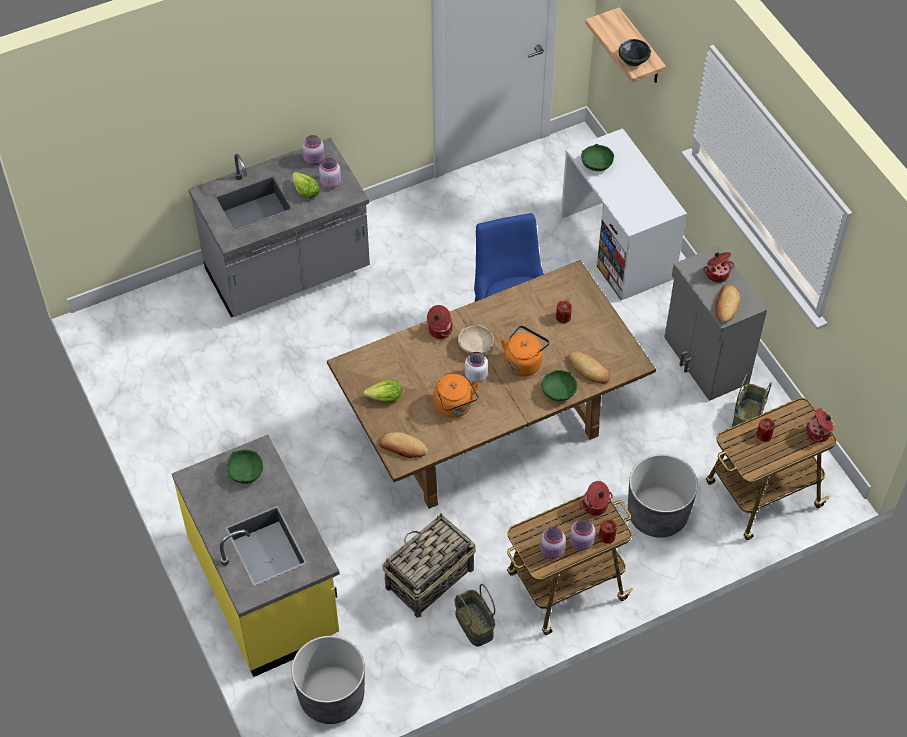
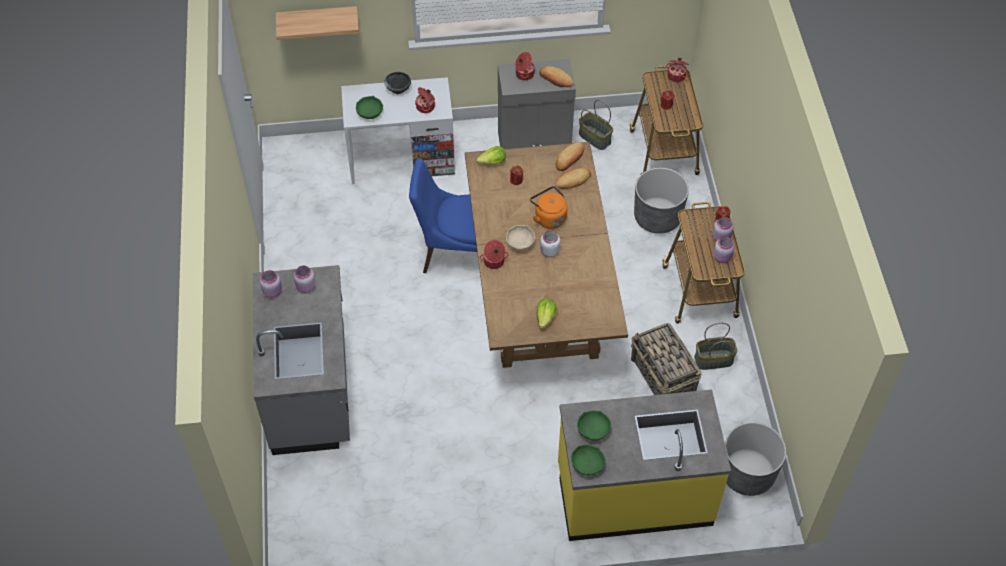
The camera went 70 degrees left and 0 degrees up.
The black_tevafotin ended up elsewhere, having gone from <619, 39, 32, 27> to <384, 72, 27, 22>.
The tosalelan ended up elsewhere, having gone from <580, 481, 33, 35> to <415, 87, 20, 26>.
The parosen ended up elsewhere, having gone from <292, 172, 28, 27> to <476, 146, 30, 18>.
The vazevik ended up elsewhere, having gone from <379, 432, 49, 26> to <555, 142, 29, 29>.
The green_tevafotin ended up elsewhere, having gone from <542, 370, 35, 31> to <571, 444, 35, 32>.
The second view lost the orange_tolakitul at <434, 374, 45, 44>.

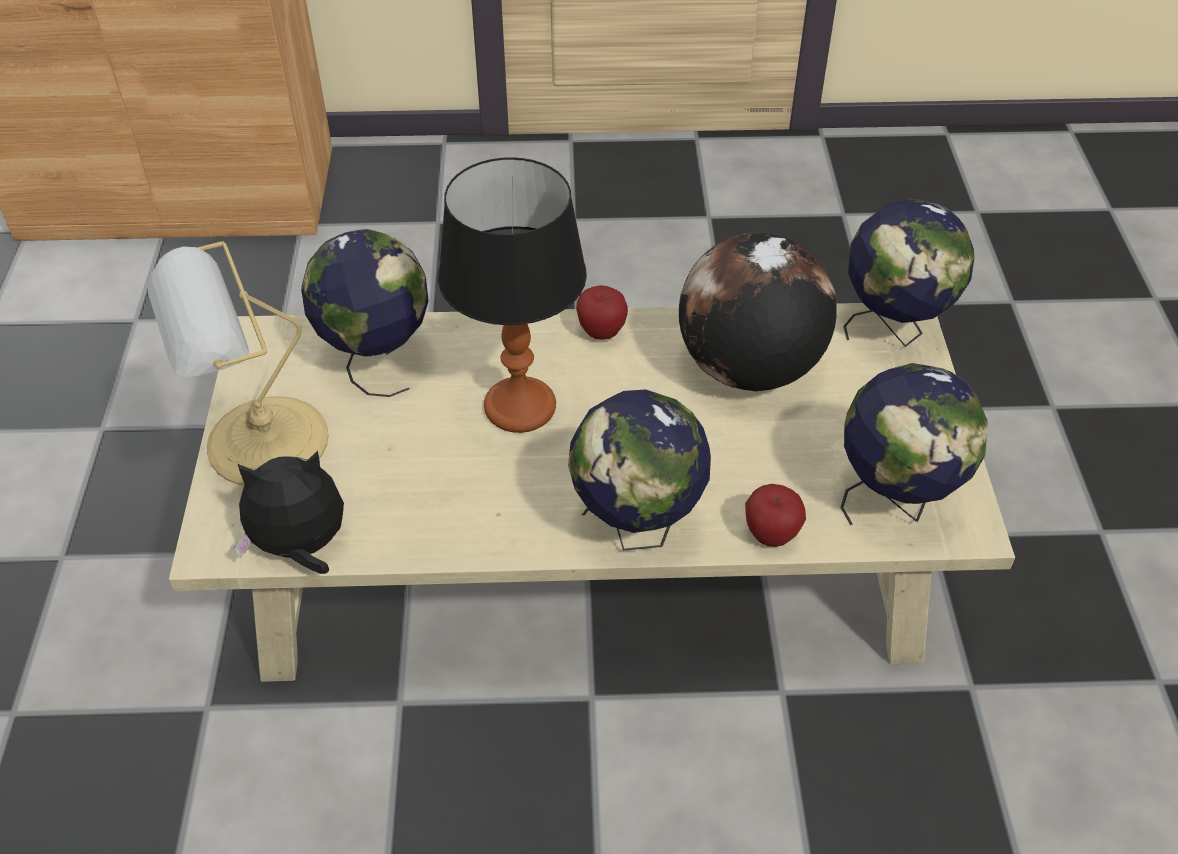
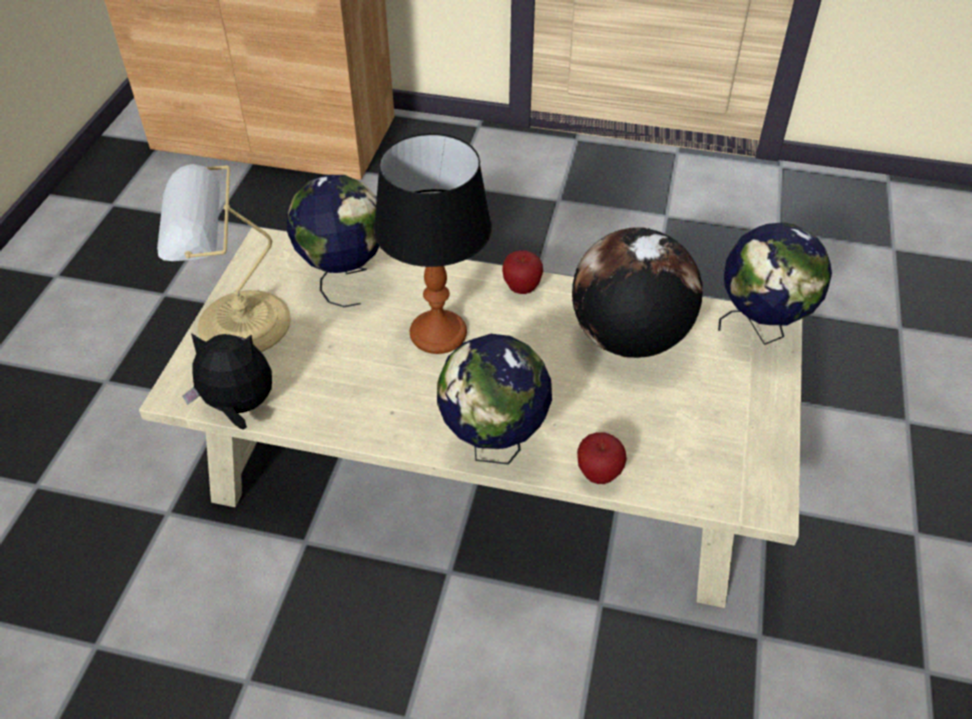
The camera went 15 degrees right and 0 degrees up.
The second view lost the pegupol at <840, 363, 148, 163>.

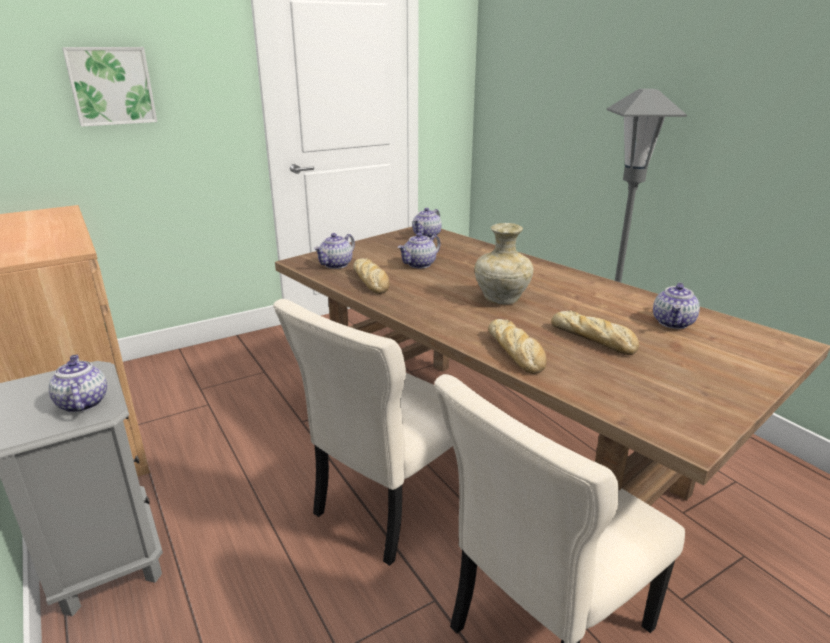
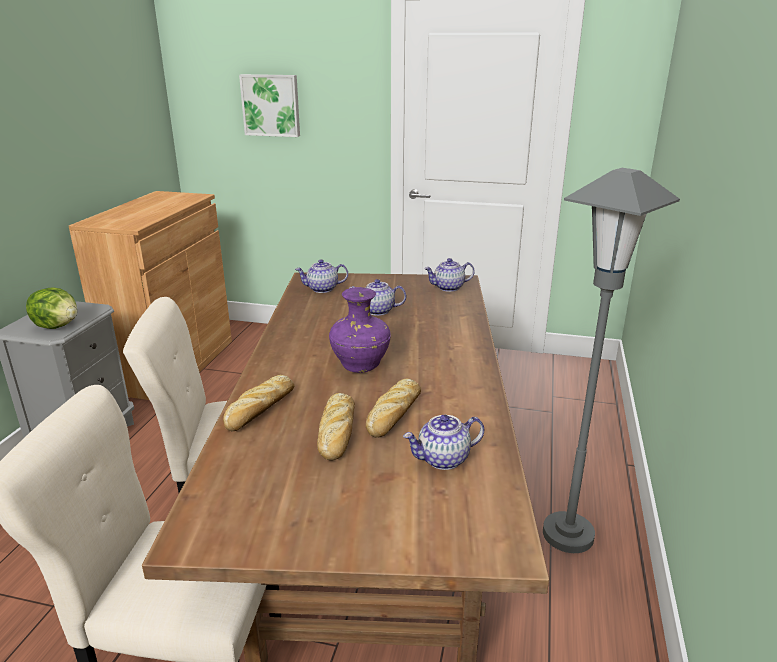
The camera went 45 degrees right and 0 degrees up.
Where the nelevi stood at <48, 355, 59, 58>, the parosen came to stand at <26, 288, 51, 41>.
What was the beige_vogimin at <475, 223, 58, 81> turned into the purple_vogimin at <329, 287, 62, 86>.
The vazevik ended up elsewhere, having gone from <353, 258, 37, 36> to <366, 379, 55, 59>.

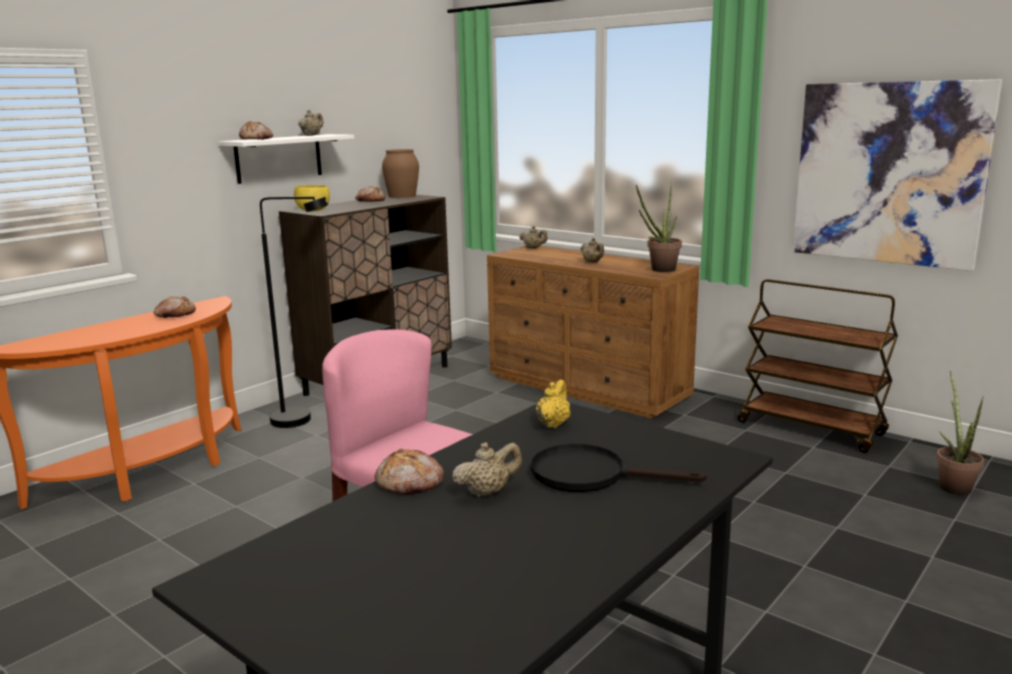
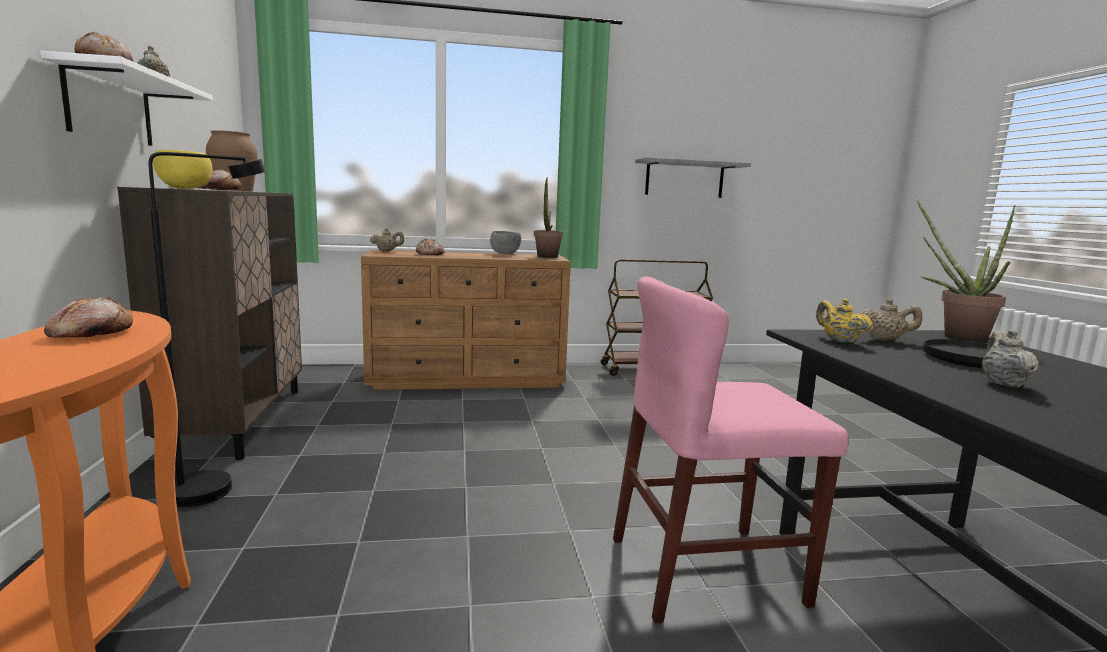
The camera went 50 degrees left and 5 degrees down.
The vazevik ended up elsewhere, having gone from <375, 449, 69, 46> to <416, 238, 29, 18>.
The second view gained the grey_tevafotin at <490, 231, 31, 24>.
Where the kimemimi hung at <793, 79, 209, 192>, the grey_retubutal came to hang at <635, 157, 116, 41>.
The beige_nelevi ended up elsewhere, having gone from <581, 238, 23, 25> to <859, 298, 63, 43>.
The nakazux ended up elsewhere, having gone from <936, 371, 48, 124> to <917, 200, 98, 142>.

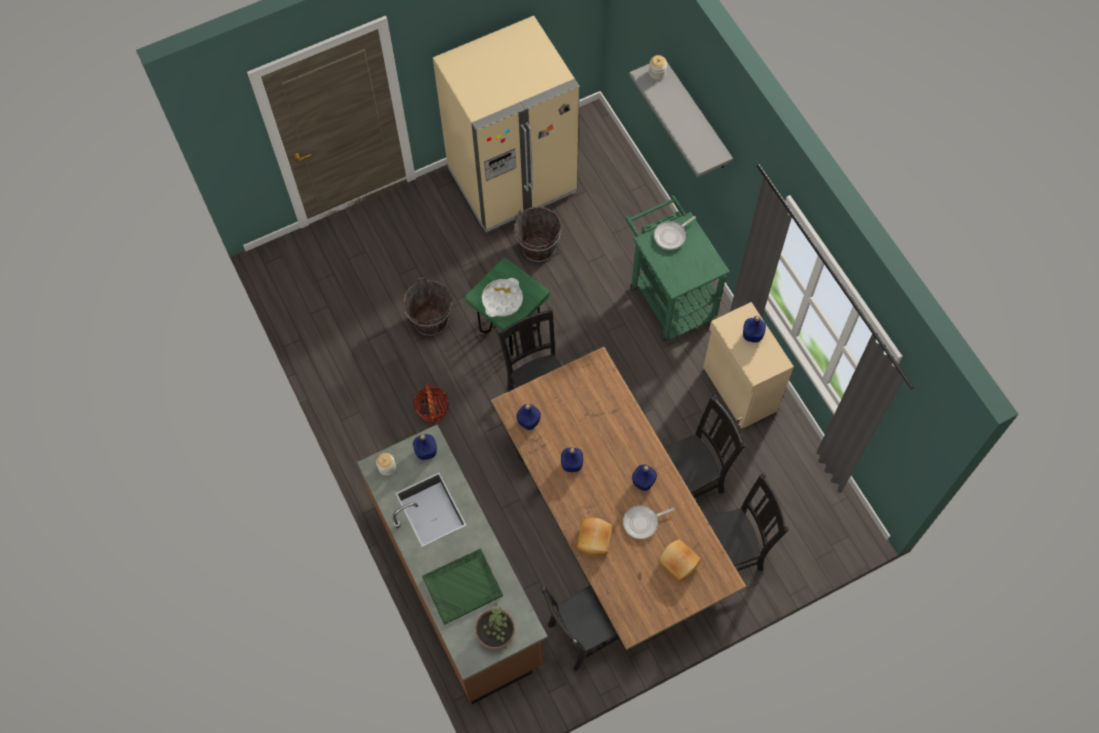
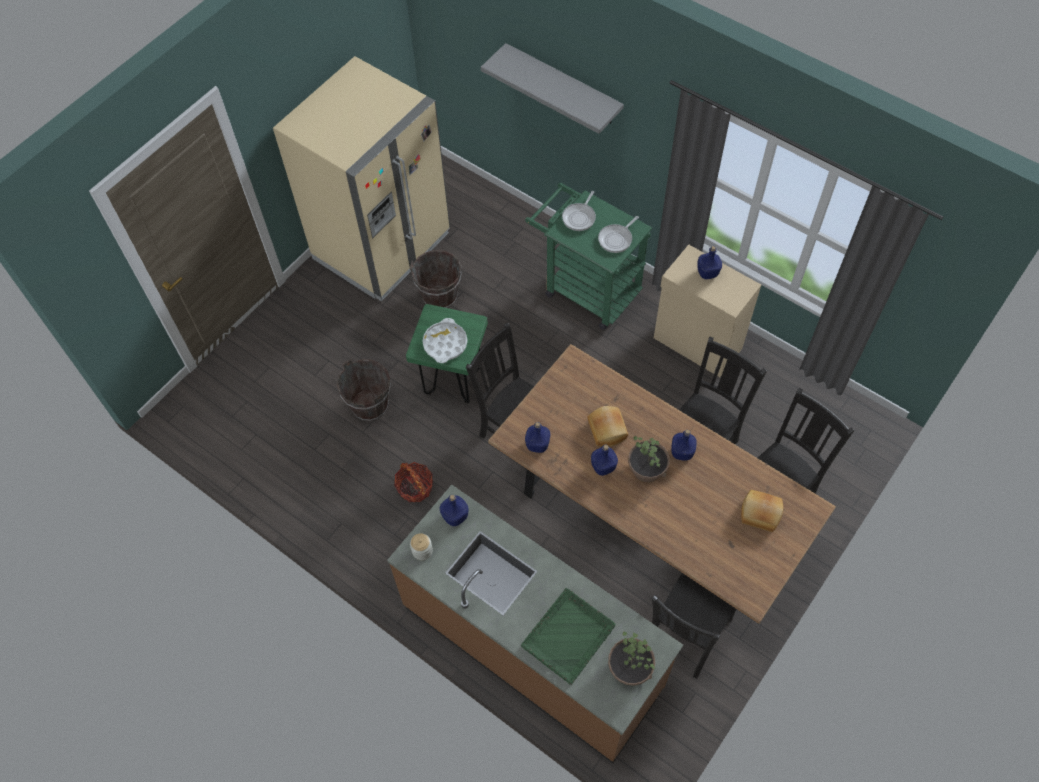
The camera went 25 degrees left and 5 degrees down.
The vazevik ended up elsewhere, having gone from <577, 518, 35, 38> to <587, 406, 41, 41>.
The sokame ended up elsewhere, having gone from <623, 505, 52, 34> to <598, 216, 41, 37>.
The second view gained the nakazux at <628, 436, 42, 46>.
The second view lost the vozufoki at <649, 55, 18, 25>.

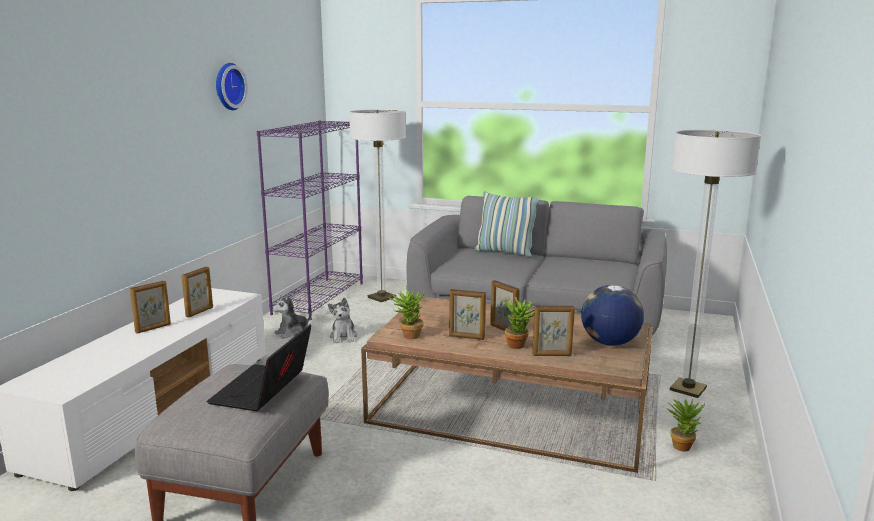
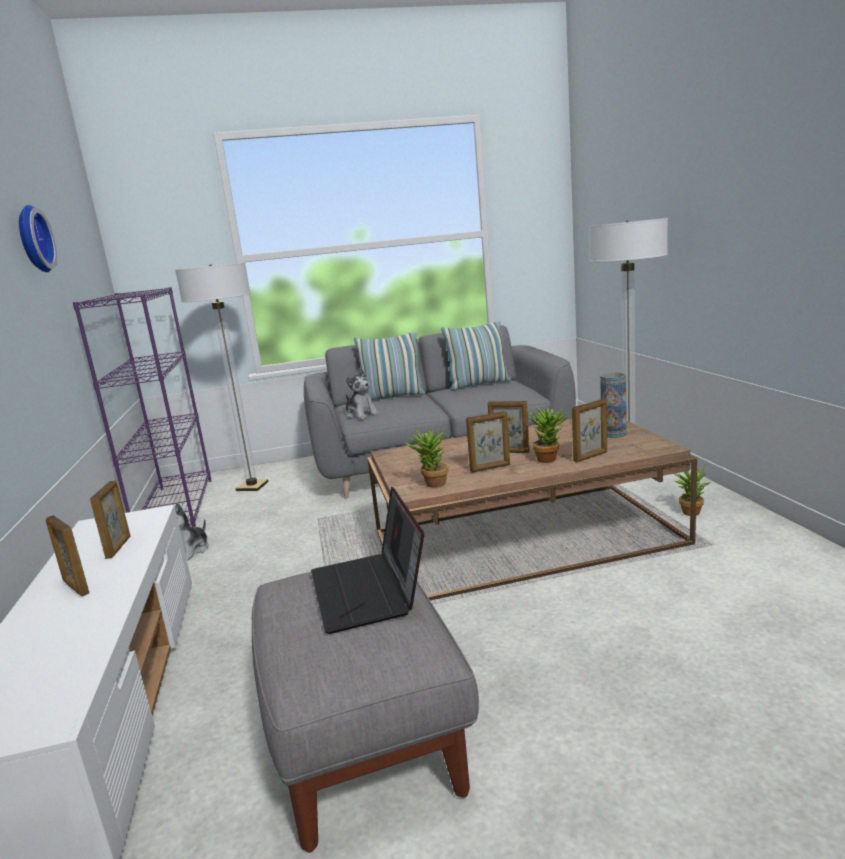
The camera went 30 degrees left and 0 degrees up.
The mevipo at <130, 281, 41, 52> ended up facing another way, 120 degrees clockwise from before.
The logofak ended up elsewhere, having gone from <328, 297, 29, 46> to <346, 368, 33, 51>.
The second view gained the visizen at <441, 321, 70, 70>.
Where the pegupol stood at <581, 285, 63, 61>, the vogimin came to stand at <600, 372, 27, 66>.

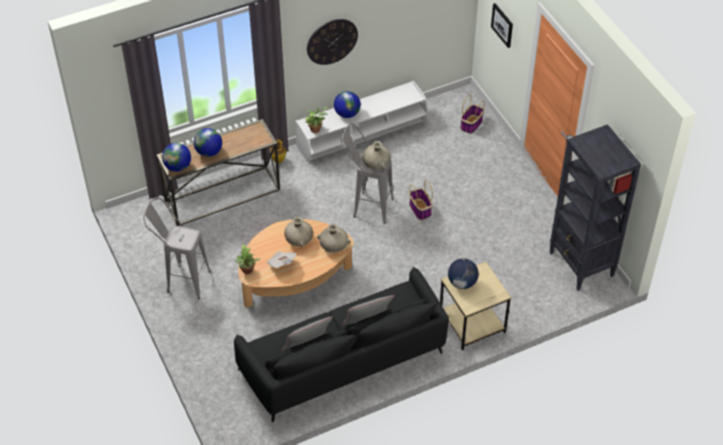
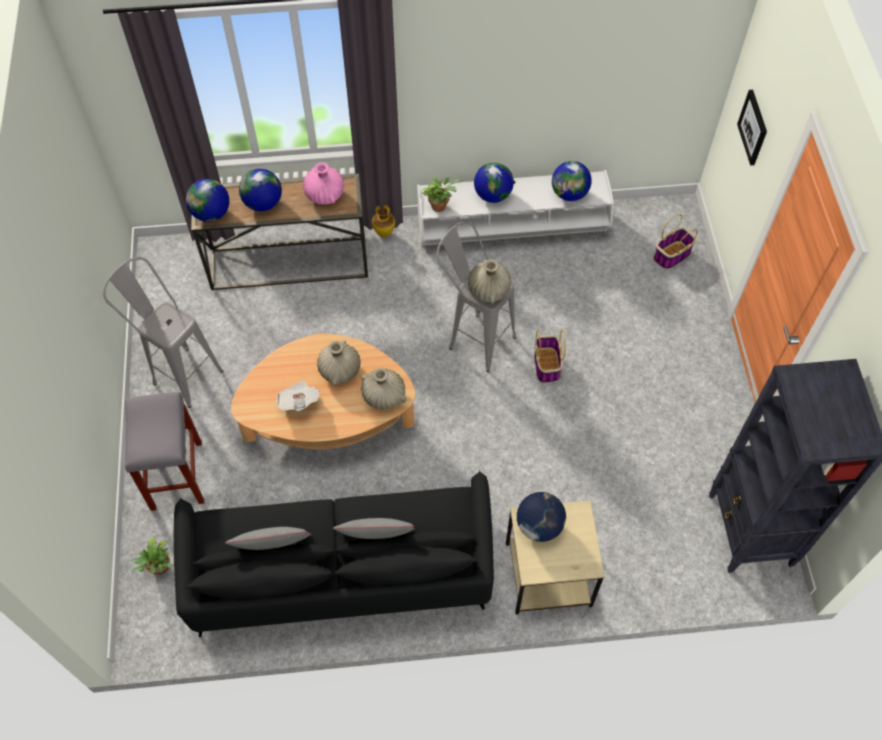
The camera went 20 degrees right and 10 degrees up.
The second view gained the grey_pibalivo at <125, 392, 79, 119>.
The nakazux ended up elsewhere, having gone from <235, 244, 25, 30> to <130, 536, 43, 39>.
The second view gained the pink_vogimin at <303, 162, 41, 43>.
The second view gained the pegupol at <552, 161, 40, 40>.
The second view lost the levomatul at <307, 19, 51, 46>.

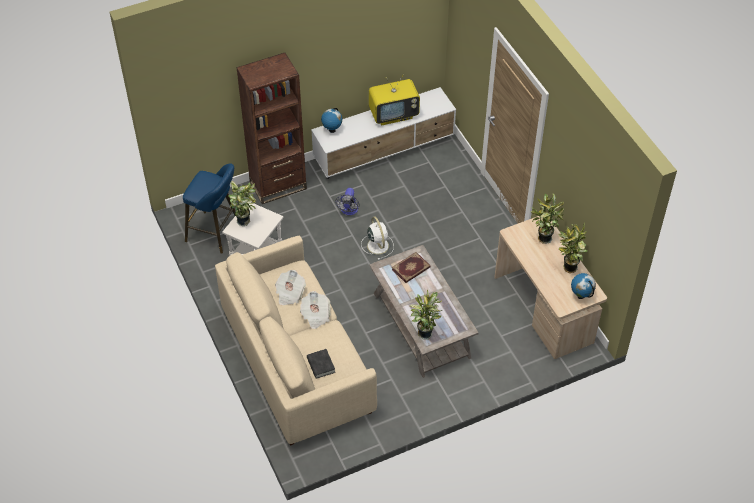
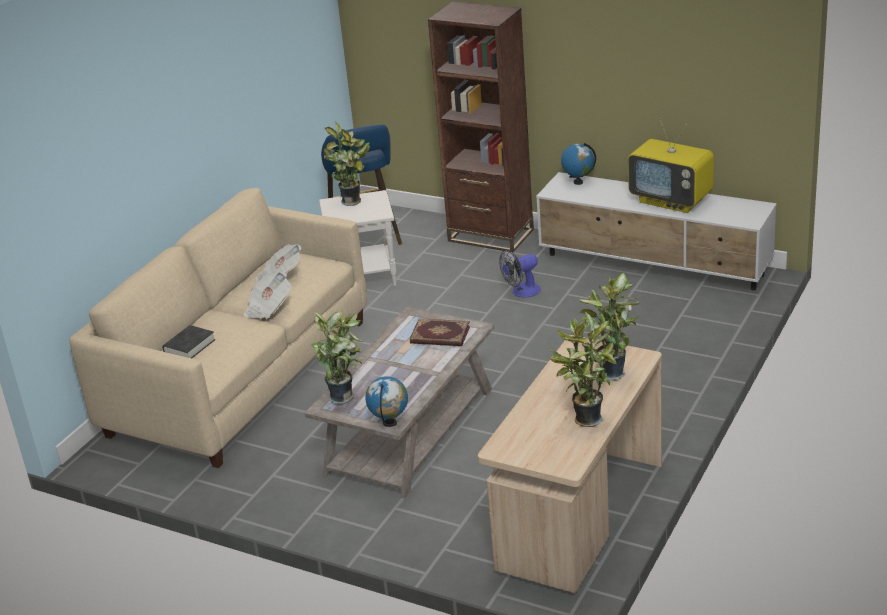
The camera went 55 degrees right and 20 degrees down.
The pegupol ended up elsewhere, having gone from <571, 273, 25, 26> to <365, 376, 43, 51>.
The second view lost the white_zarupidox at <361, 217, 33, 43>.

